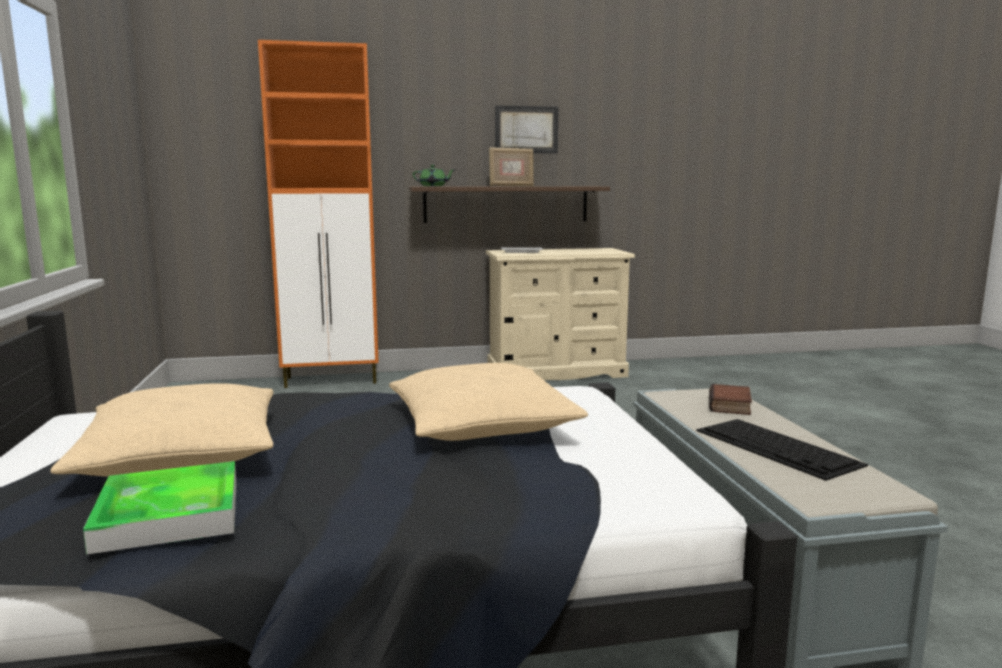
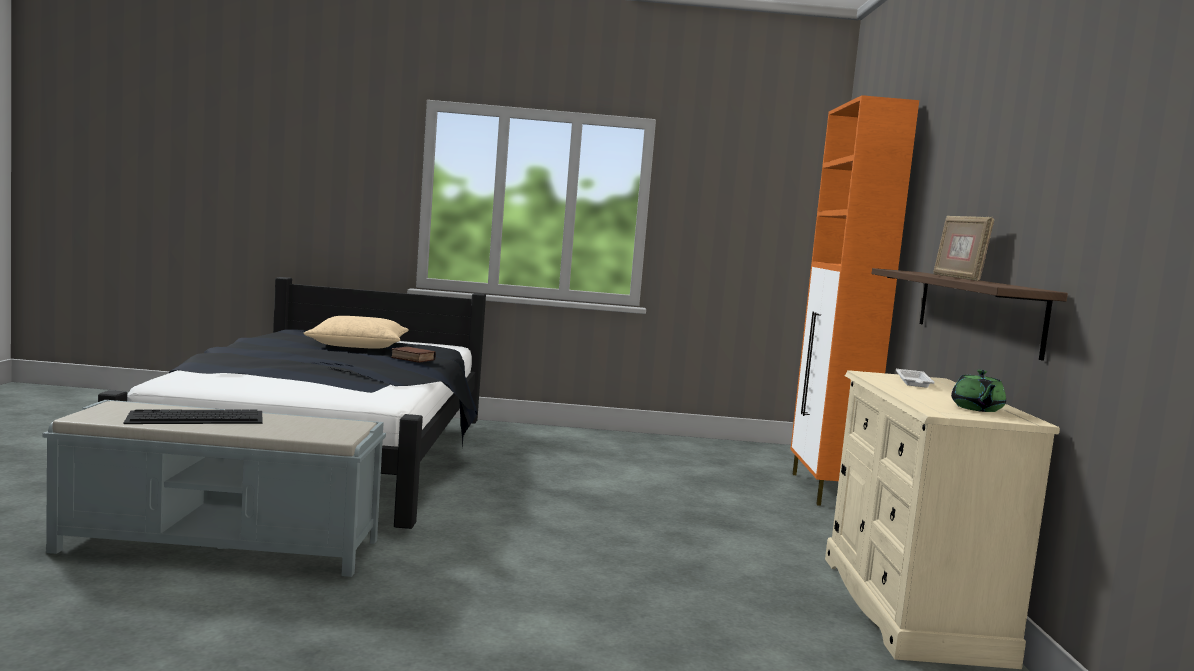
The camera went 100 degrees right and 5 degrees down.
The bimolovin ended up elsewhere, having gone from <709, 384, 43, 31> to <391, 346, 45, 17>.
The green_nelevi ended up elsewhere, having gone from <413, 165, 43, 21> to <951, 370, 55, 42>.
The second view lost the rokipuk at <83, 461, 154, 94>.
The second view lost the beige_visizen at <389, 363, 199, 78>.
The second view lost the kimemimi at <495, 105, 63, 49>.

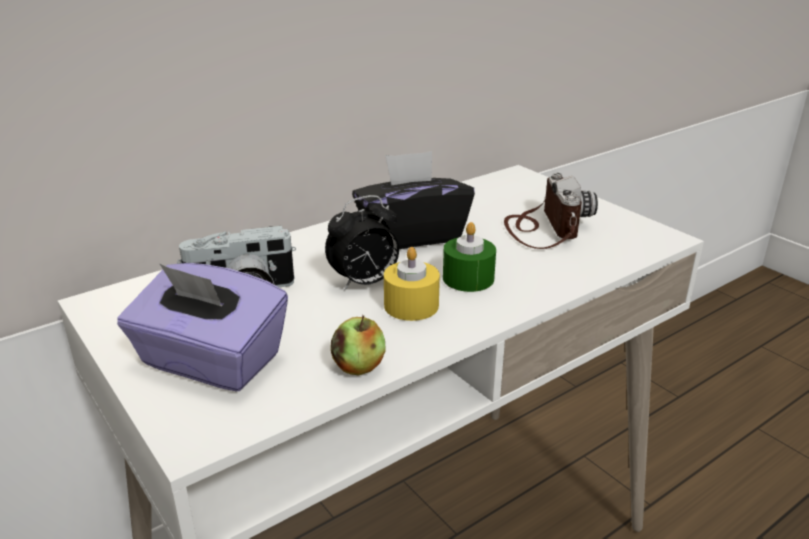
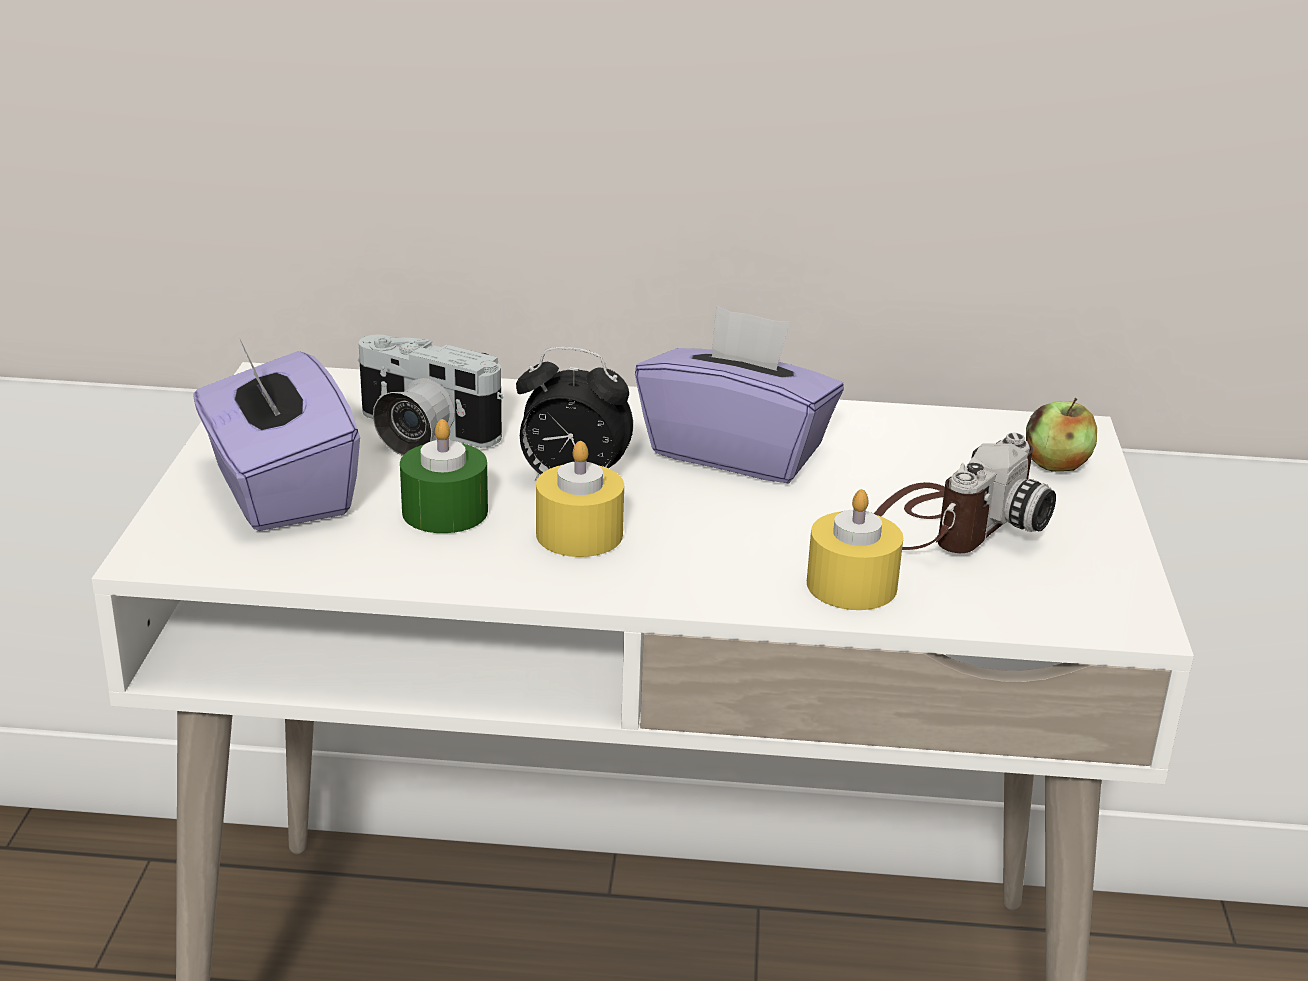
The camera went 40 degrees right and 0 degrees up.
The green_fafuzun ended up elsewhere, having gone from <443, 222, 53, 70> to <400, 419, 88, 114>.
What was the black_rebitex at <352, 151, 123, 98> turned into the purple_rebitex at <635, 306, 209, 178>.
The second view gained the yellow_fafuzun at <807, 489, 96, 121>.
The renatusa ended up elsewhere, having gone from <330, 315, 56, 61> to <1026, 397, 71, 75>.

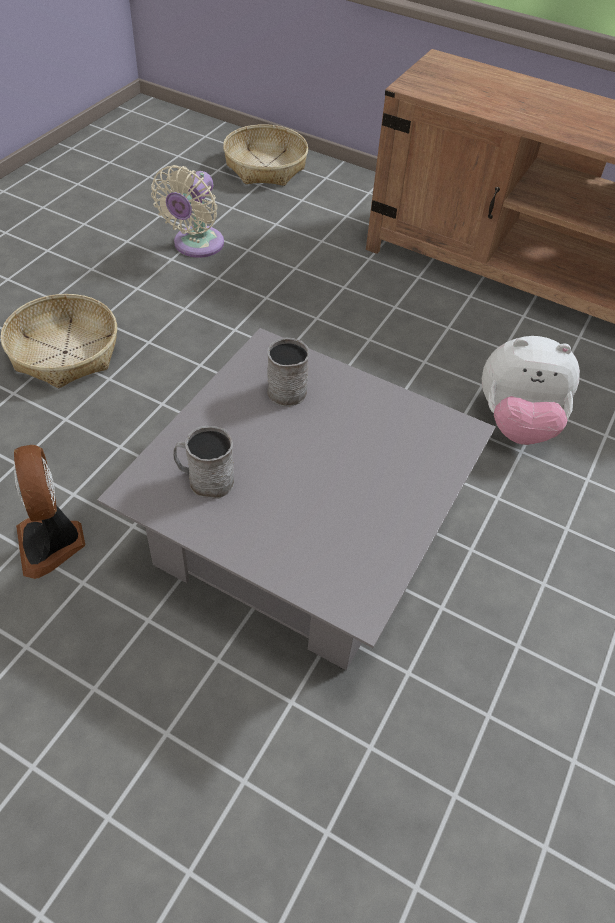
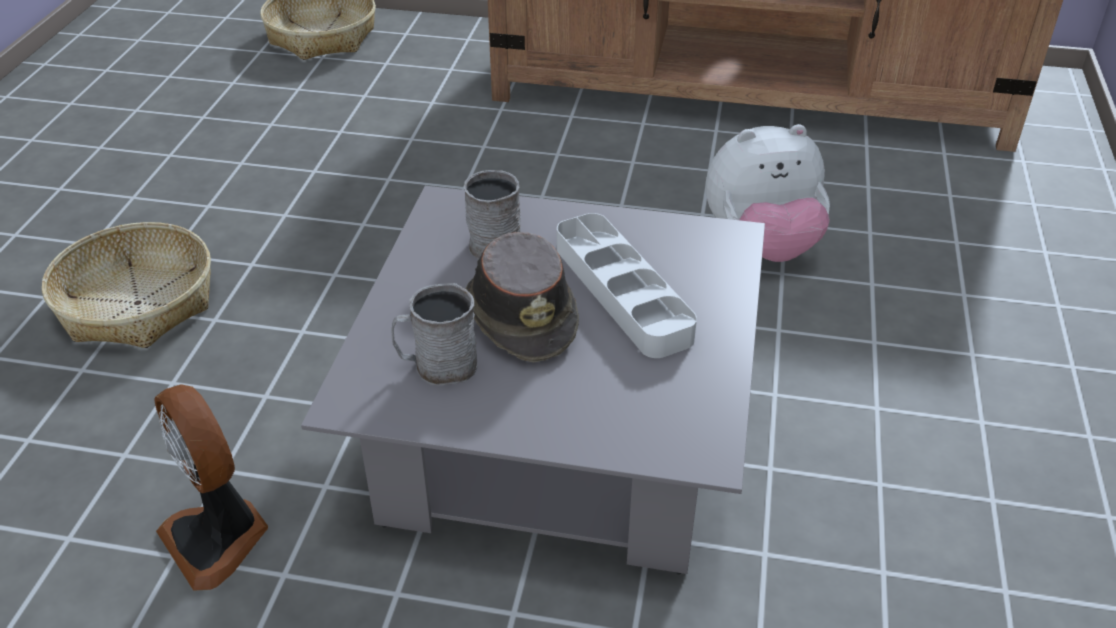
The camera went 15 degrees left and 10 degrees down.
The second view gained the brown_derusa at <466, 232, 113, 130>.
The second view gained the grey_rokipuk at <557, 213, 140, 145>.
The second view lost the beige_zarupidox at <151, 165, 73, 93>.

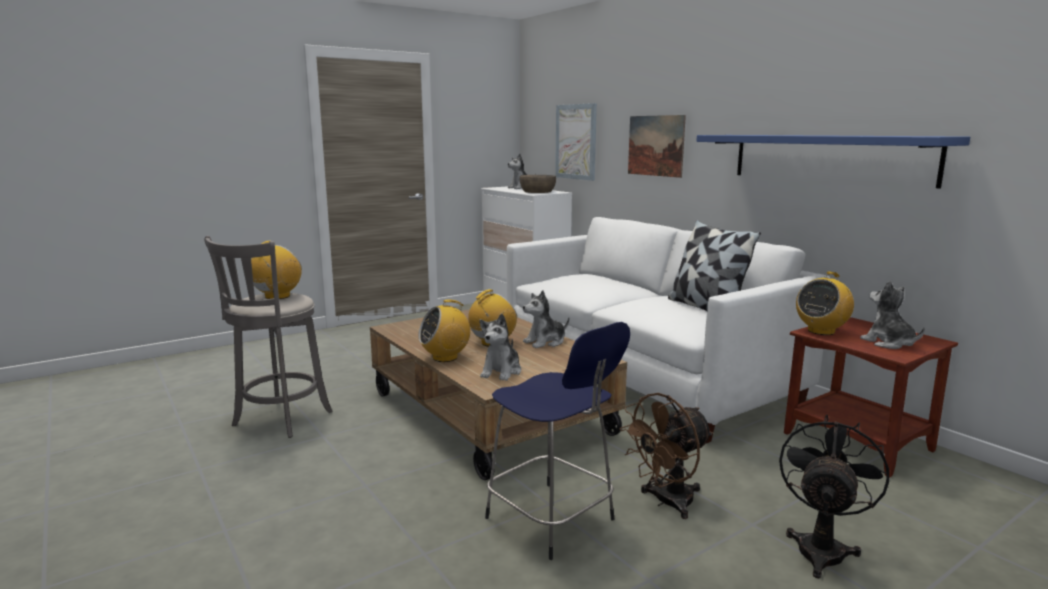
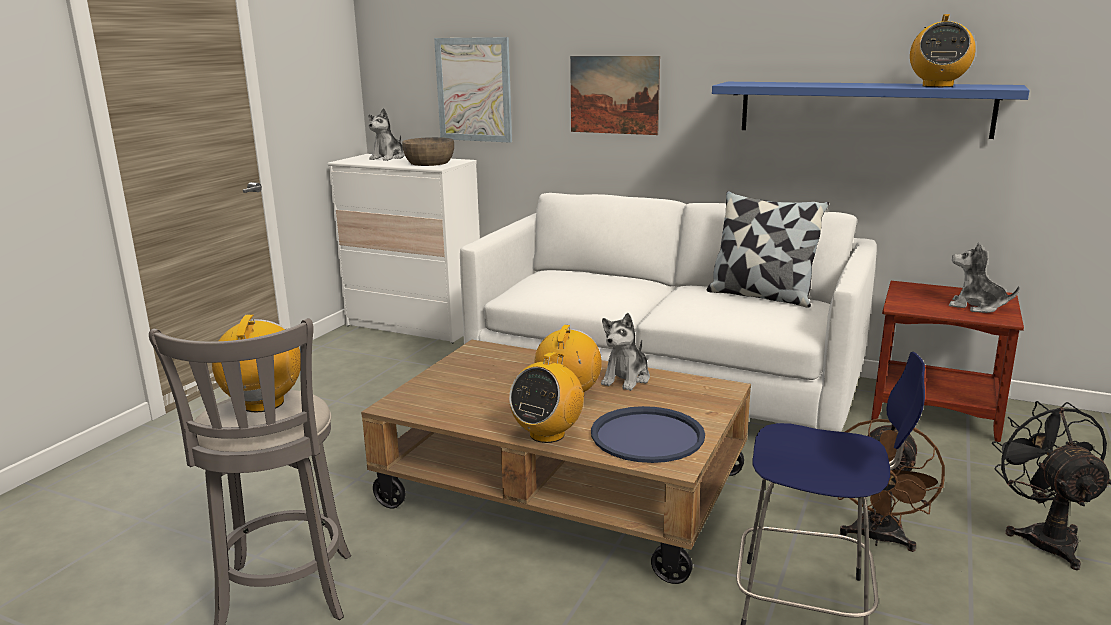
The camera went 30 degrees left and 5 degrees up.
Where the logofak stood at <479, 314, 42, 67>, the blue_rokipuk came to stand at <591, 406, 114, 57>.
The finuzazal ended up elsewhere, having gone from <796, 271, 58, 64> to <910, 14, 66, 73>.

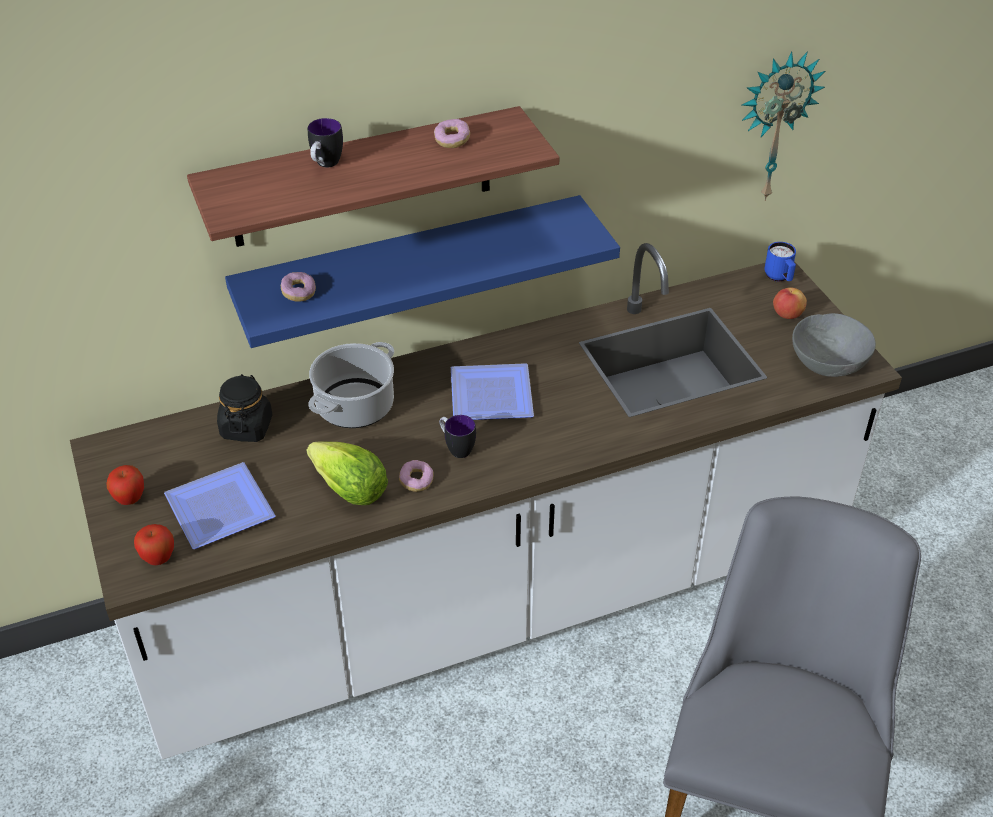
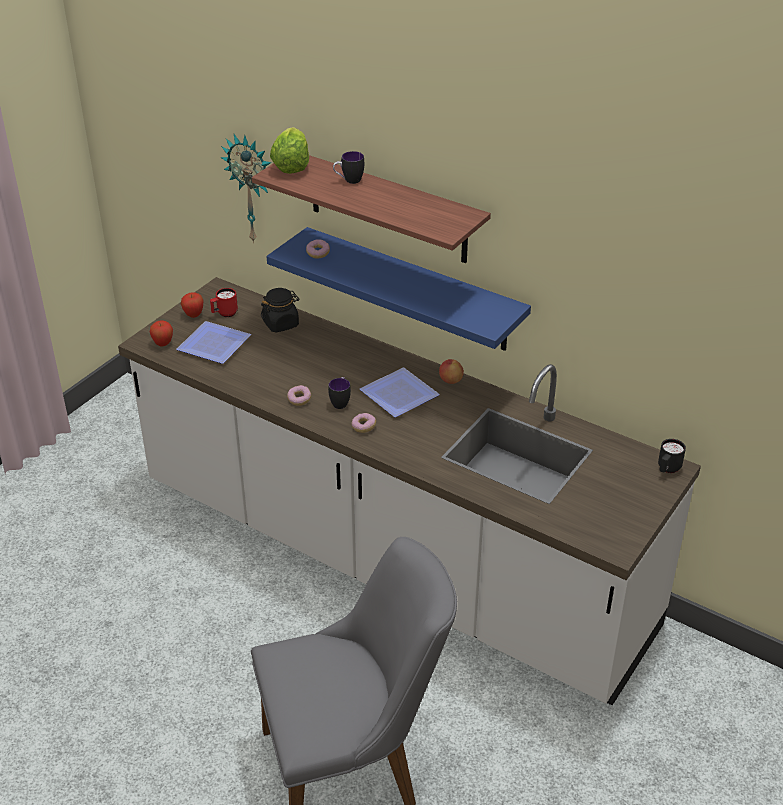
The camera went 55 degrees right and 5 degrees down.
The second view gained the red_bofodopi at <210, 288, 28, 29>.
The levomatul ended up elsewhere, having gone from <742, 51, 83, 150> to <221, 134, 50, 109>.
The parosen ended up elsewhere, having gone from <307, 441, 81, 64> to <270, 127, 39, 47>.
The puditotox ended up elsewhere, having gone from <434, 119, 36, 29> to <352, 413, 24, 20>.
The renatusa ended up elsewhere, having gone from <773, 287, 34, 32> to <439, 359, 25, 25>.
What was the blue_bofodopi at <764, 242, 32, 39> turned into the black_bofodopi at <658, 439, 28, 34>.
The second view lost the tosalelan at <308, 342, 86, 86>.
The second view lost the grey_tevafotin at <792, 313, 84, 64>.

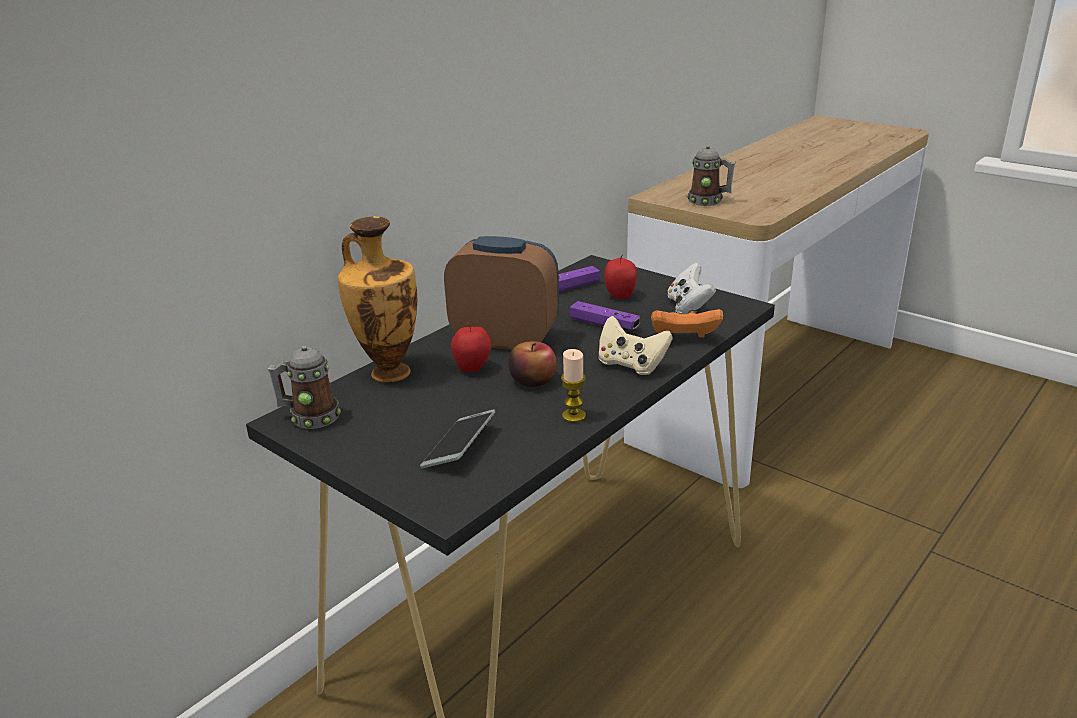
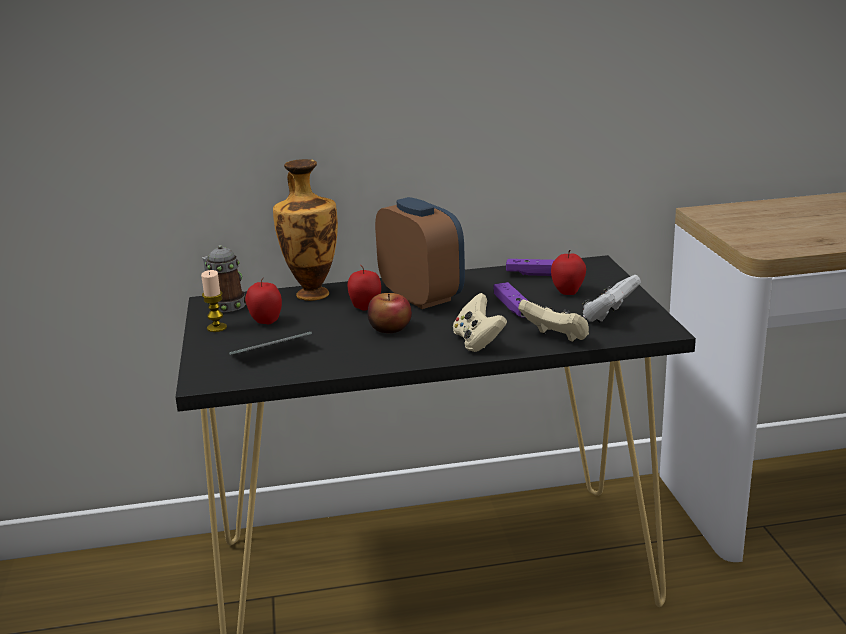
The camera went 40 degrees right and 5 degrees down.
The fafuzun ended up elsewhere, having gone from <561, 349, 25, 74> to <201, 270, 26, 62>.
The second view gained the renatusa at <245, 277, 37, 47>.
What was the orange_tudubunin at <651, 309, 72, 29> turned into the beige_tudubunin at <518, 299, 71, 43>.
The second view lost the bofodopi at <687, 146, 49, 60>.

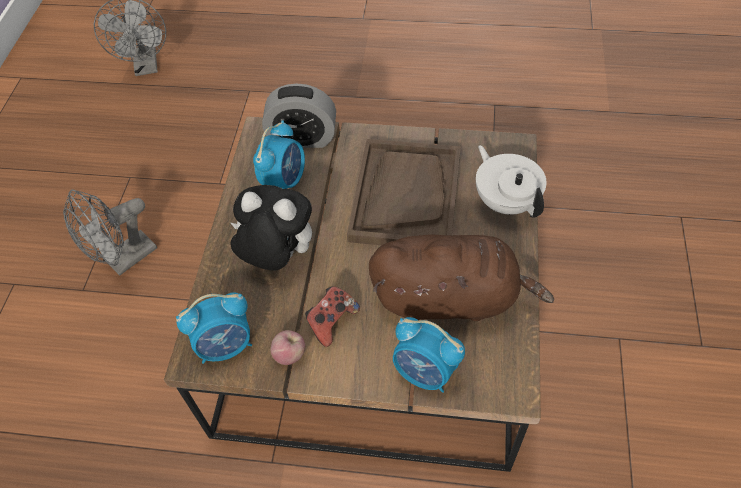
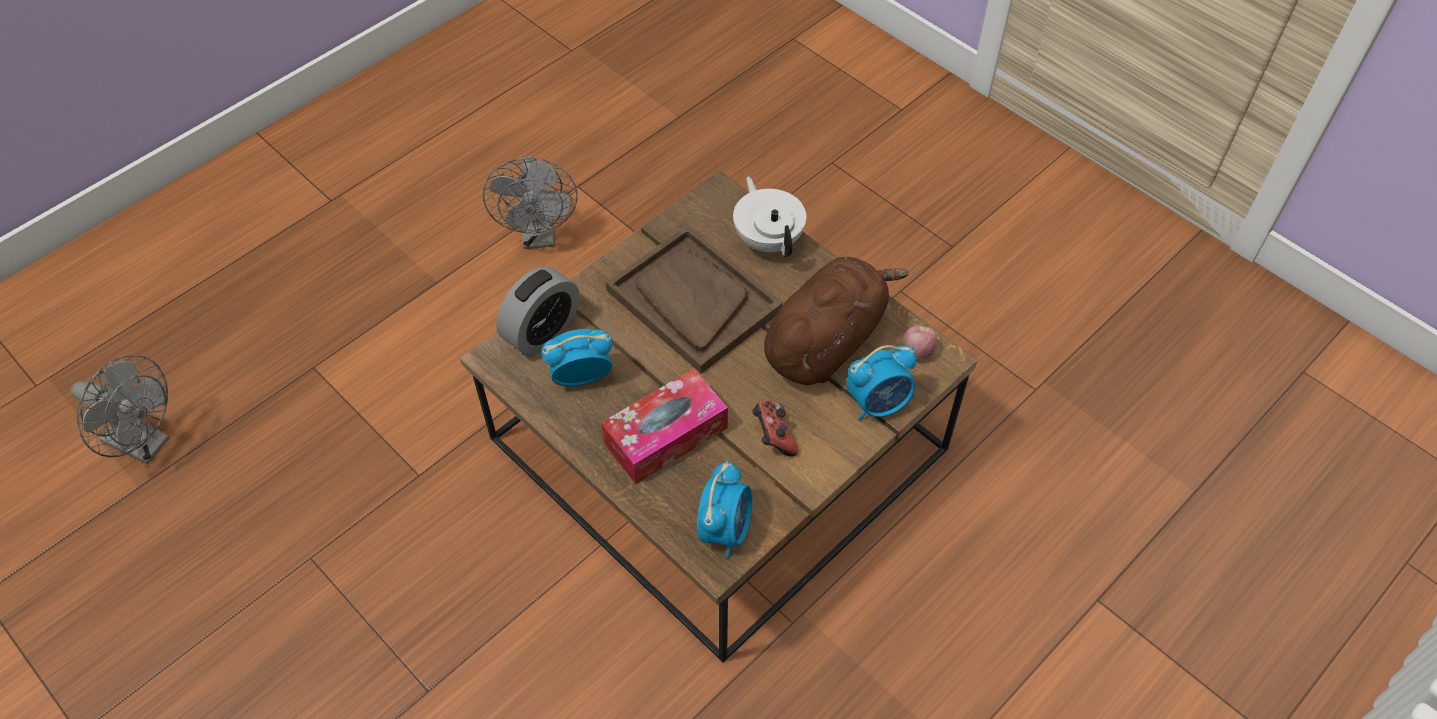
The camera went 55 degrees left and 0 degrees up.
The grey_zarupidox ended up elsewhere, having gone from <63, 190, 94, 86> to <483, 156, 95, 93>.
The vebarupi at <253, 120, 52, 69> ended up facing another way, 75 degrees counterclockwise from before.
Where the logofak stood at <231, 185, 81, 86>, the rebitex came to stand at <601, 368, 127, 116>.
The white_nelevi at <476, 145, 71, 73> ended up facing another way, 60 degrees clockwise from before.
The renatusa ended up elsewhere, having gone from <271, 330, 34, 35> to <903, 325, 34, 34>.

